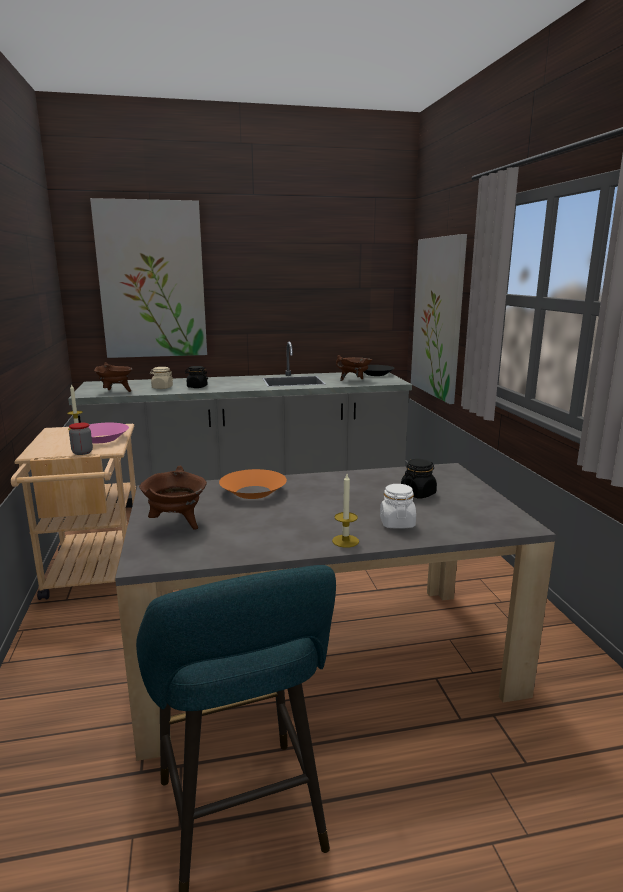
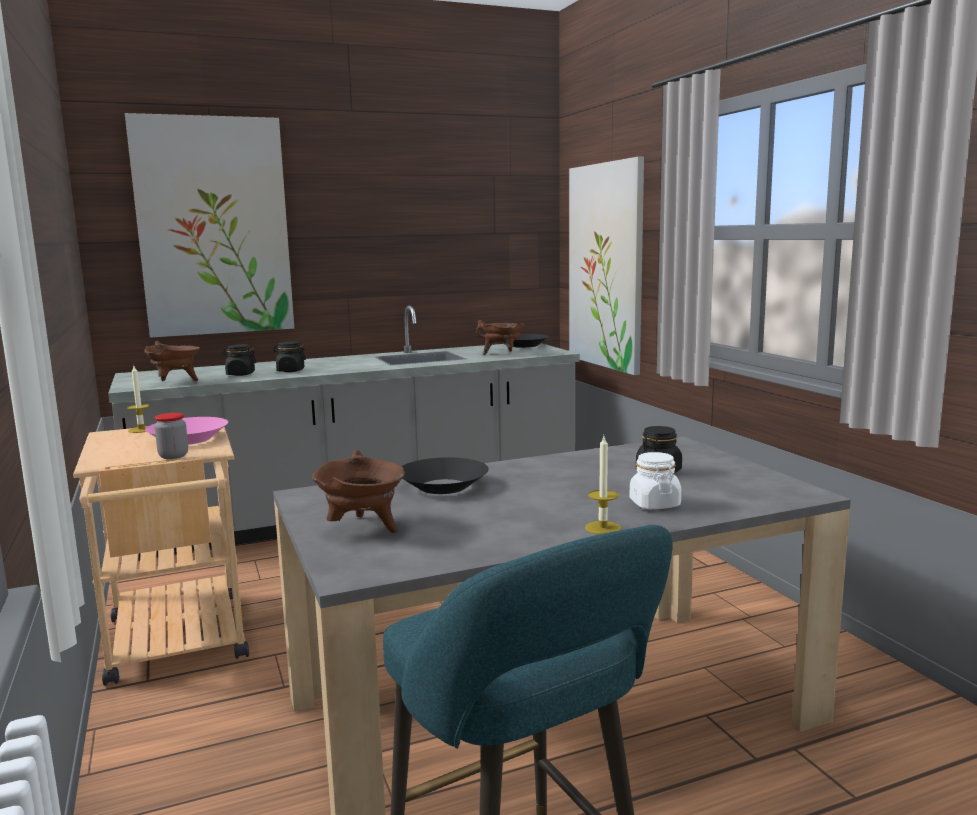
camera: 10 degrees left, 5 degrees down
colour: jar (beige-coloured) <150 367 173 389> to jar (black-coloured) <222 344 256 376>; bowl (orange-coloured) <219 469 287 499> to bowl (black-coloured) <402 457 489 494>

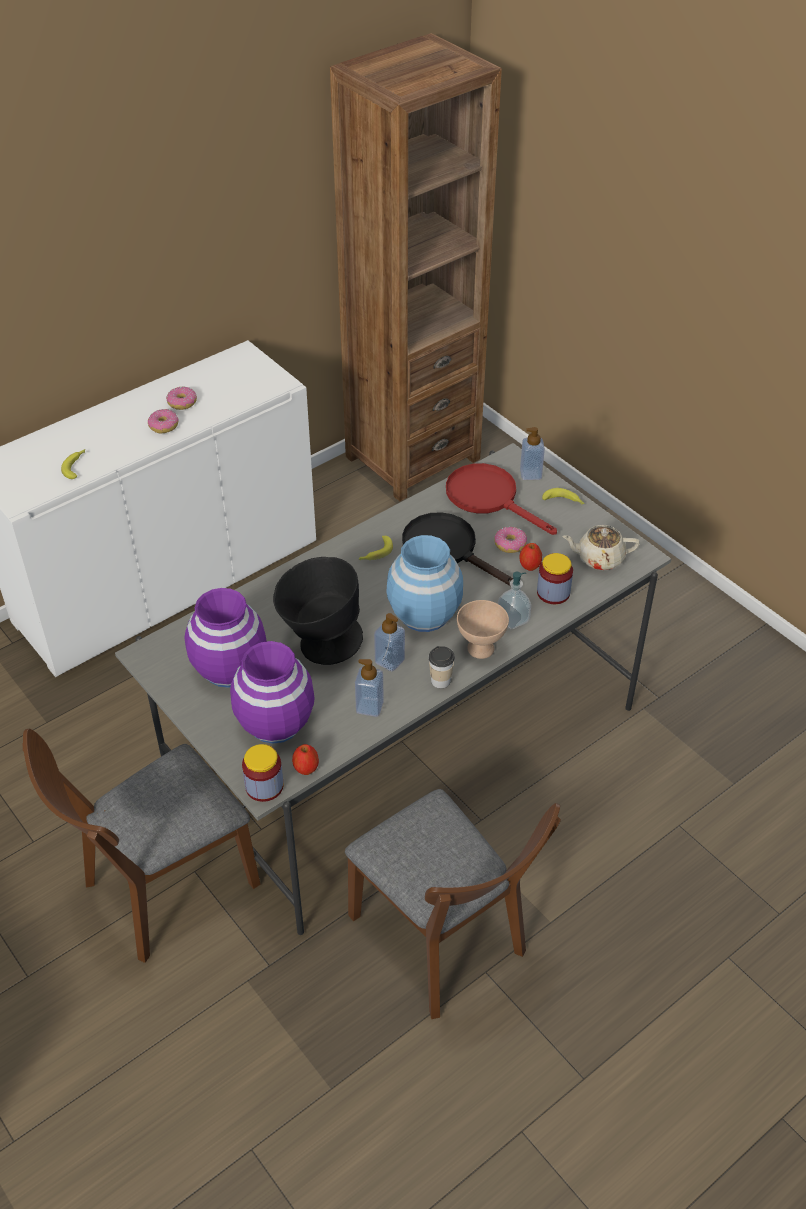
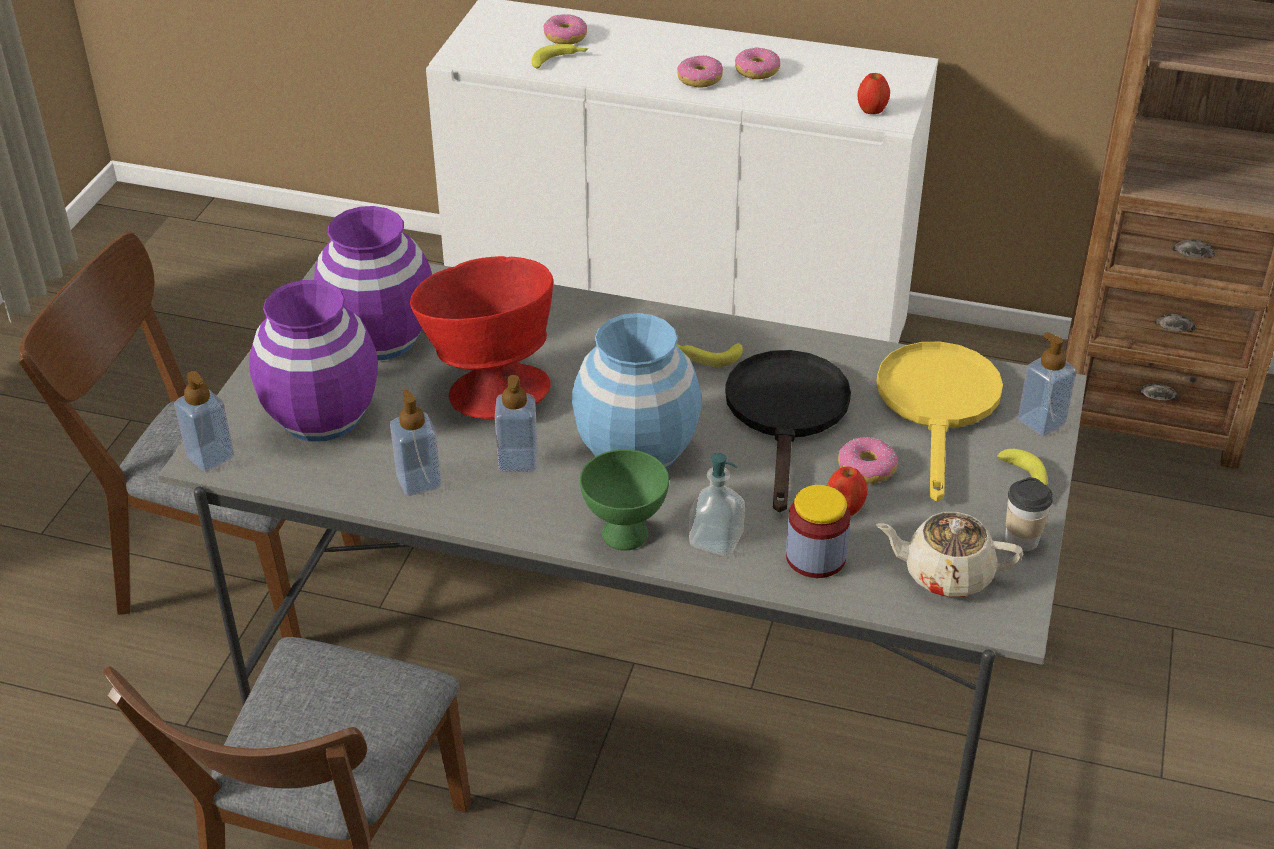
camera: 55 degrees right, 5 degrees down
appeared: ring doughnut <544 14 587 44>
relocated: apple fruit <292 744 319 775> to <857 73 890 114>; cup <429 646 455 688> to <1005 477 1053 552>
exchanged: jar <242 744 283 802> to soap dispenser <174 371 234 472>
colour: bowl (black-coloured) <273 557 363 665> to bowl (red-coloured) <410 256 553 419>; bowl (beige-coloured) <457 600 509 659> to bowl (green-coloured) <580 449 669 551>; frying pan (red-coloured) <446 463 557 535> to frying pan (yellow-coloured) <877 342 1003 501>
spun: tea pot (beige-coloured) <562 525 640 570> = <876 512 1023 597> 45 degrees counterclockwise

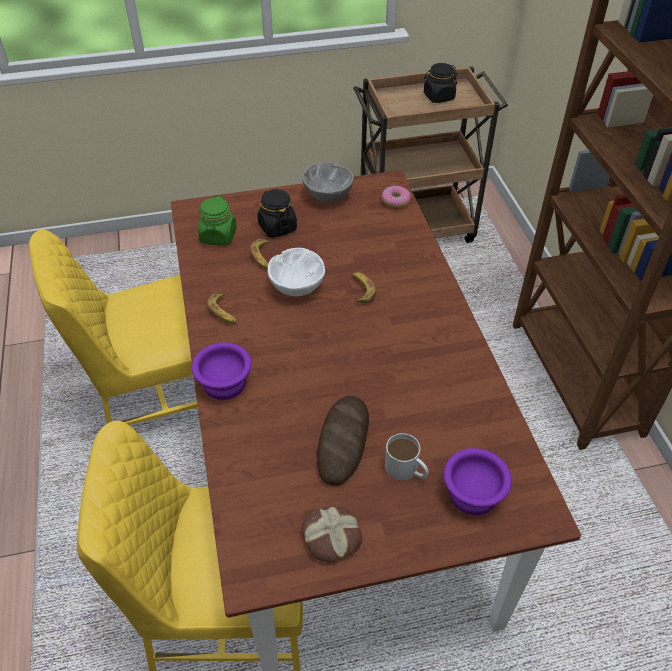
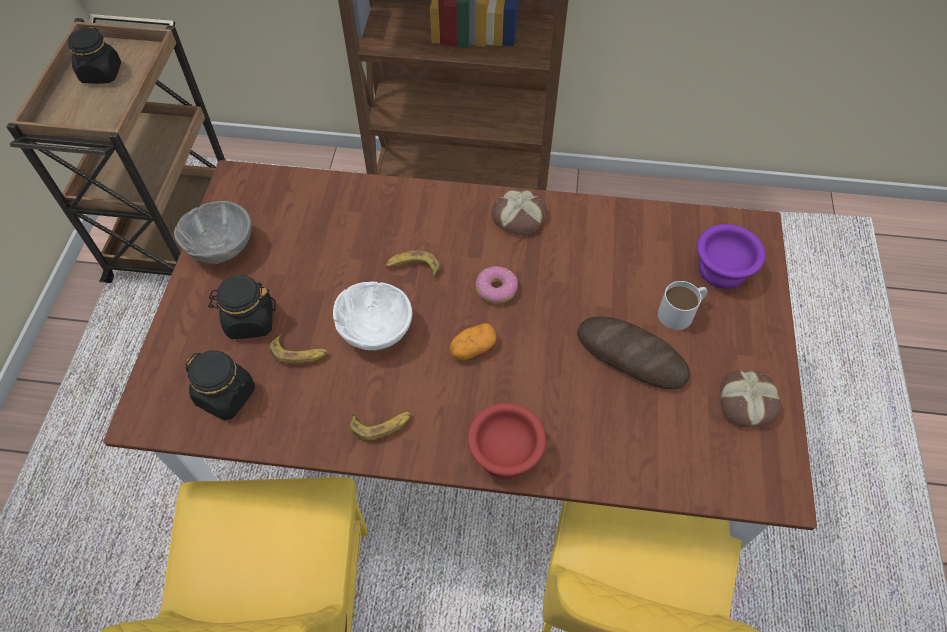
camera: 70 degrees left, 10 degrees up
appeared: spud <449 323 497 361>; bakery bread <491 189 547 235>
relocated: ring doughnut <382 186 411 208> to <476 266 518 304>
colour: jar (green-coloured) <198 196 236 245> to jar (black-coloured) <185 350 255 420>; bowl (purple-coloured) <191 342 252 400> to bowl (red-coloured) <468 403 546 479>

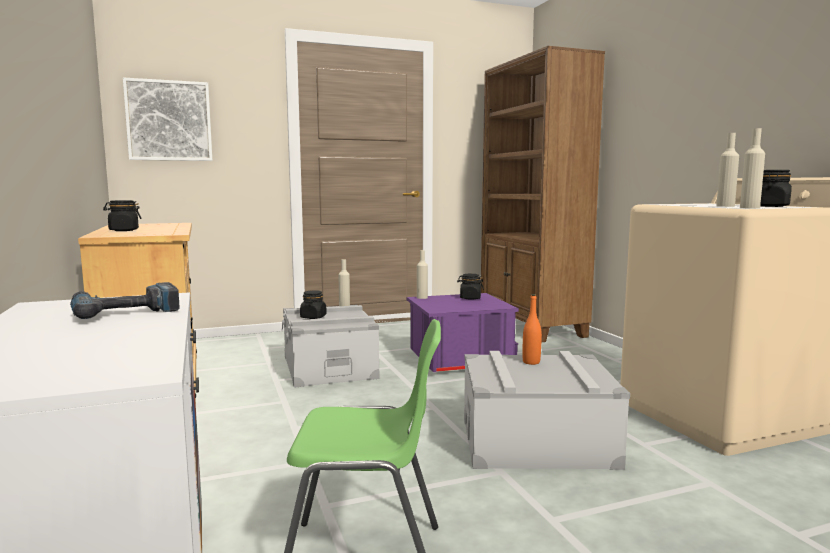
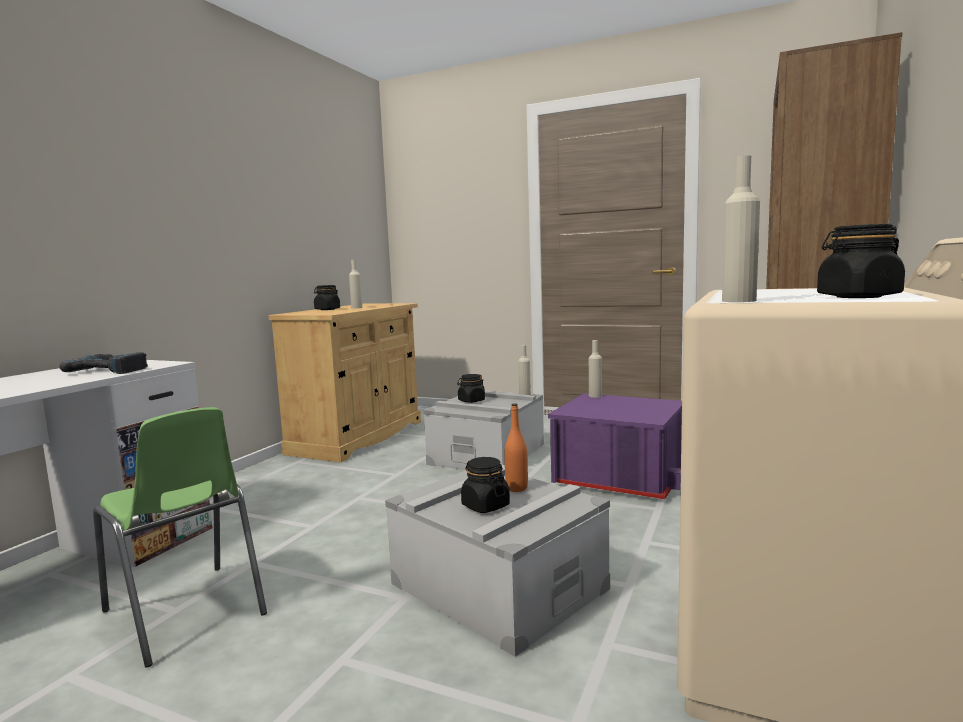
camera: 45 degrees right, 0 degrees up
missing: wall art <123 78 213 161>
relocated: bottle (beige-coloured) <716 133 739 207> to <349 260 362 309>; jar (black-coloured) <457 274 484 300> to <461 457 510 513>

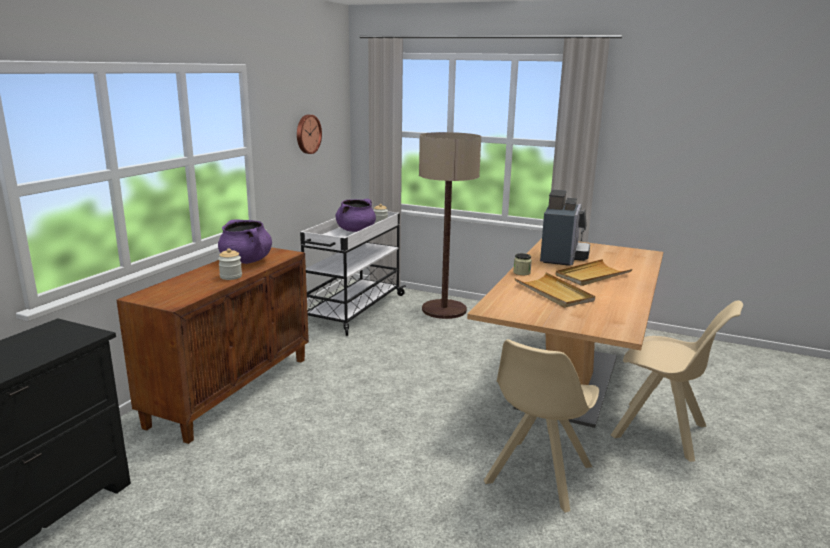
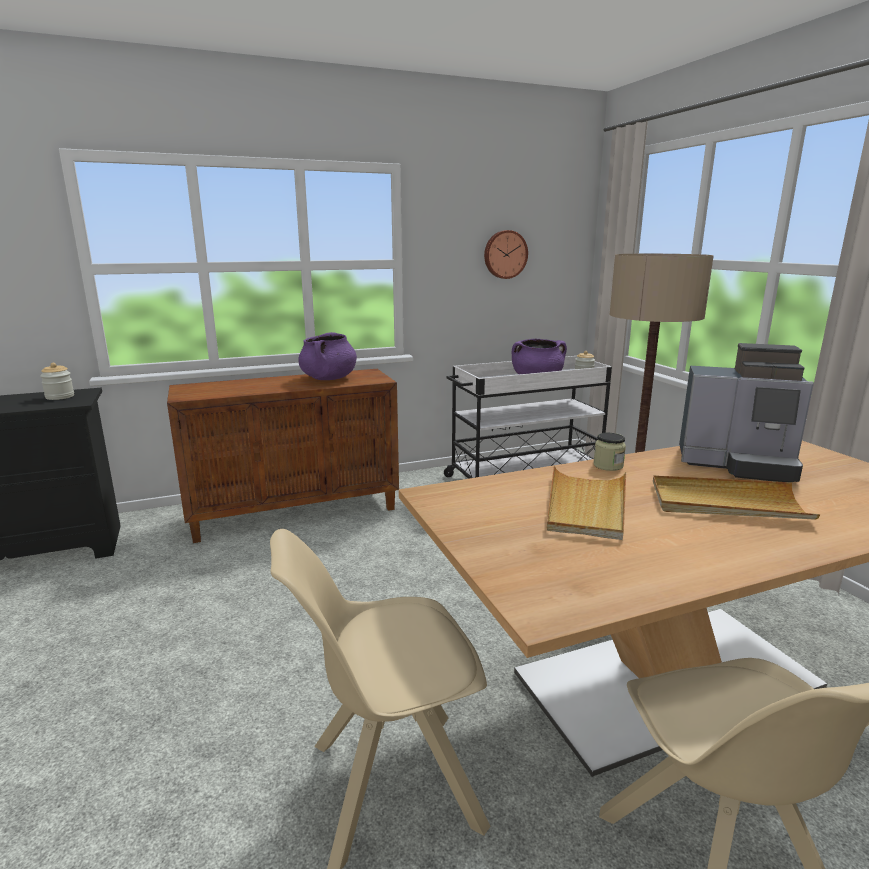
camera: 45 degrees right, 0 degrees up
relocated: jar <218 248 242 280> to <40 363 74 400>
spun: coffee brewer <540 190 590 266> = <679 343 814 482> 45 degrees clockwise

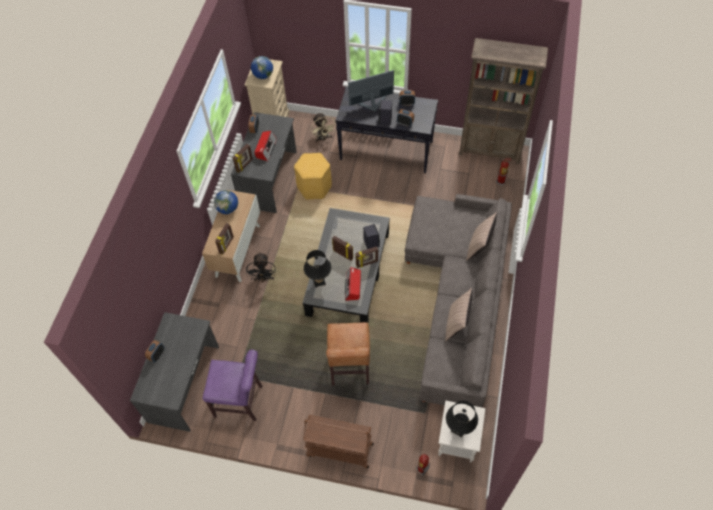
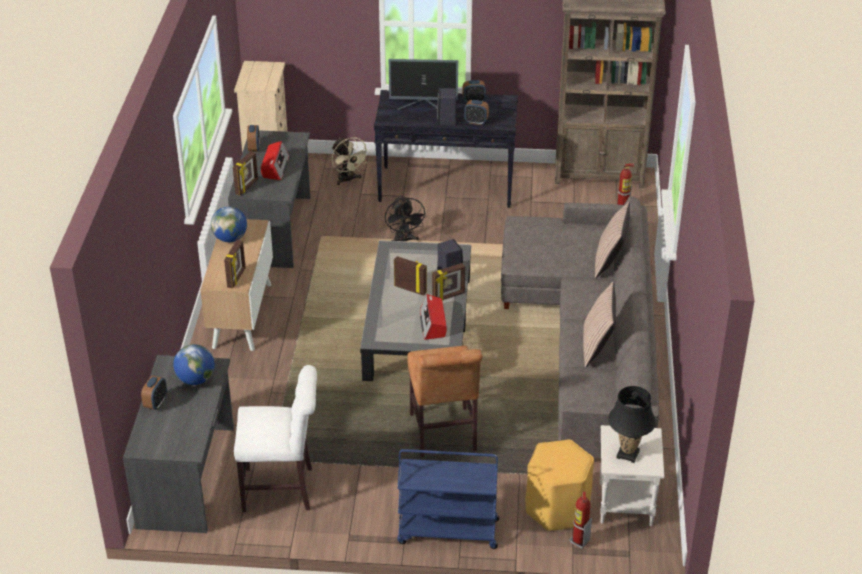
camera: 10 degrees left, 20 degrees down
missing: table lamp (black-coloured) <304 250 331 287>
relocated: world globe <251 56 273 79> to <173 344 215 385>; cooling fan (black-coloured) <246 252 276 282> to <385 195 427 241>; sitting stool (yellow-coloured) <294 153 332 199> to <525 439 594 531>
colour: plain chair (purple-coloured) <203 350 262 421> to plain chair (white) <234 365 317 512>; cart (brownish) <303 415 374 468> to cart (bluish) <397 449 499 549>
spun: monitor <348 70 394 112> = <389 59 458 110> 150 degrees counterclockwise

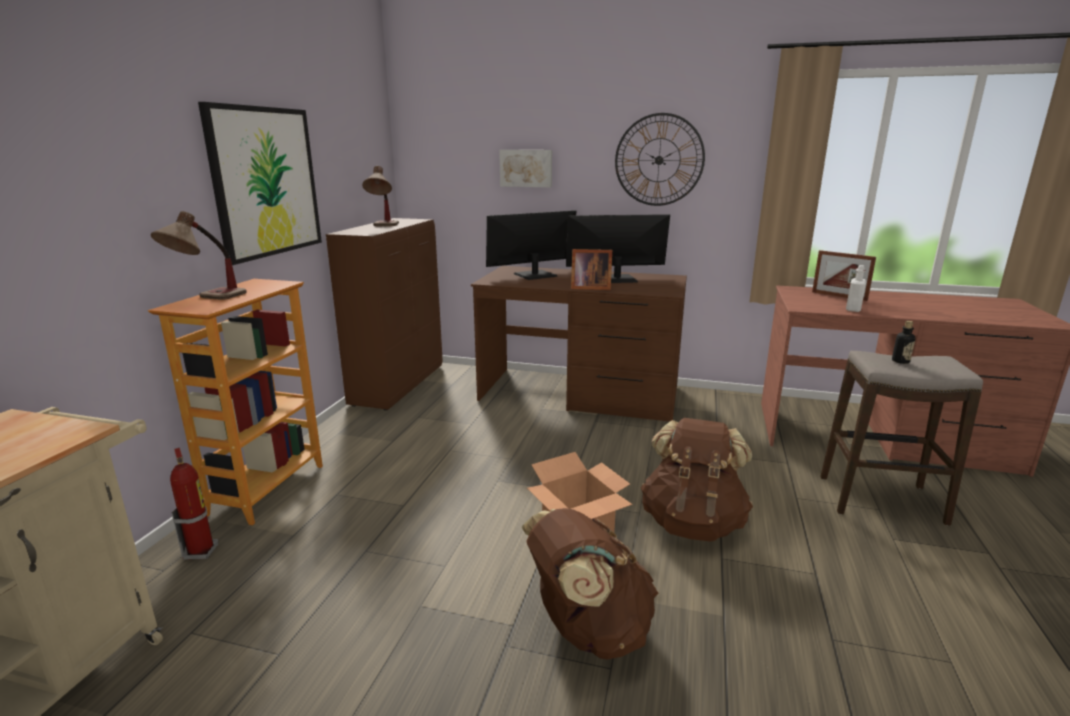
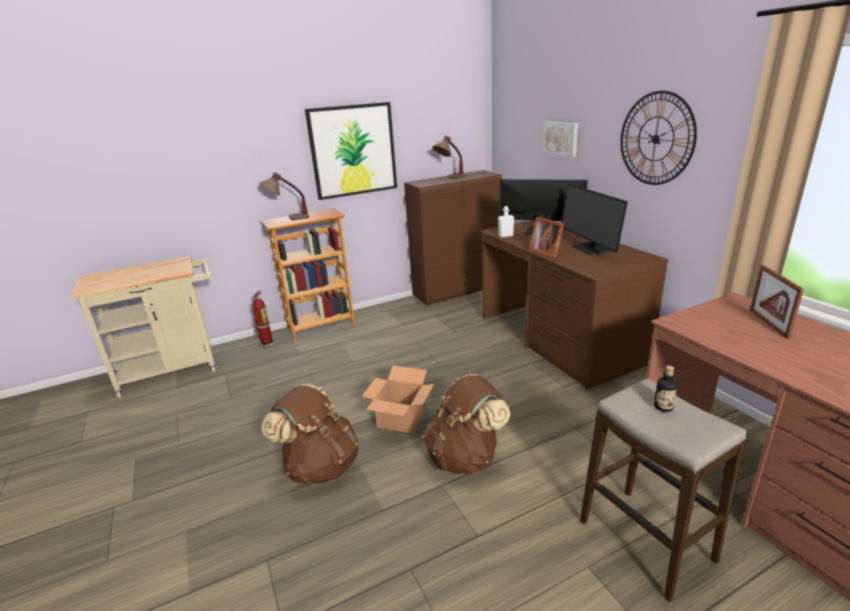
camera: 50 degrees right, 5 degrees up
relocated: bottle (white) <846 265 866 312> to <498 206 514 238>
spun: monitor <566 214 670 283> = <561 183 628 255> 150 degrees counterclockwise

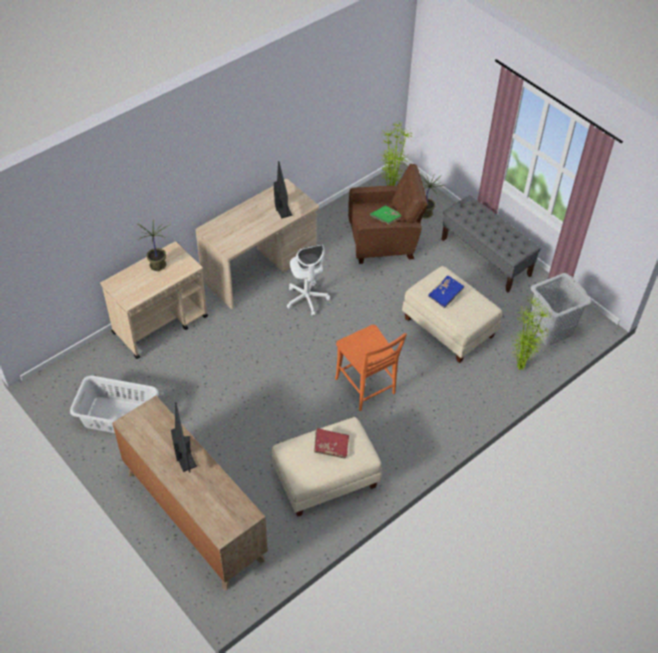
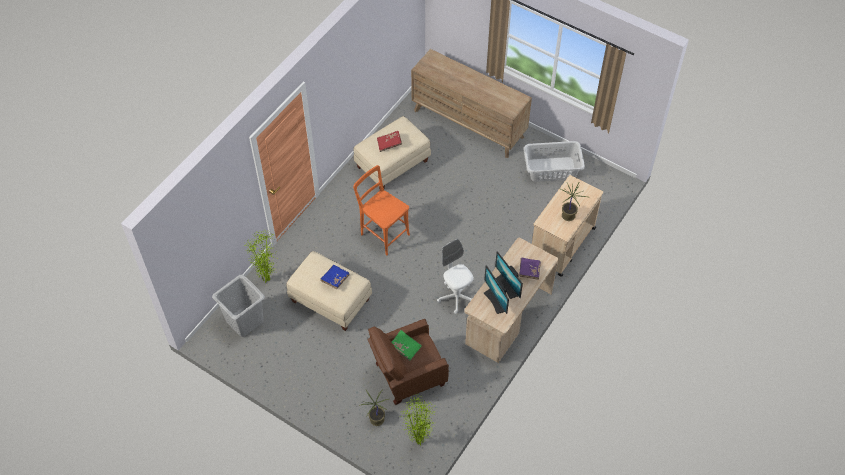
camera: 165 degrees right, 5 degrees up
missing: long seat (greyish) <441 195 541 292>
appeared: bound book (purple-coloured) <519 258 541 280>
relocated: monitor <171 402 197 472> to <495 252 523 299>

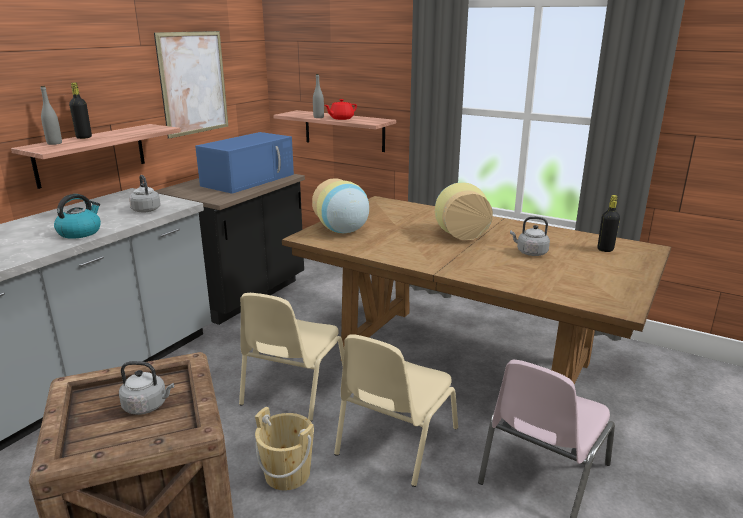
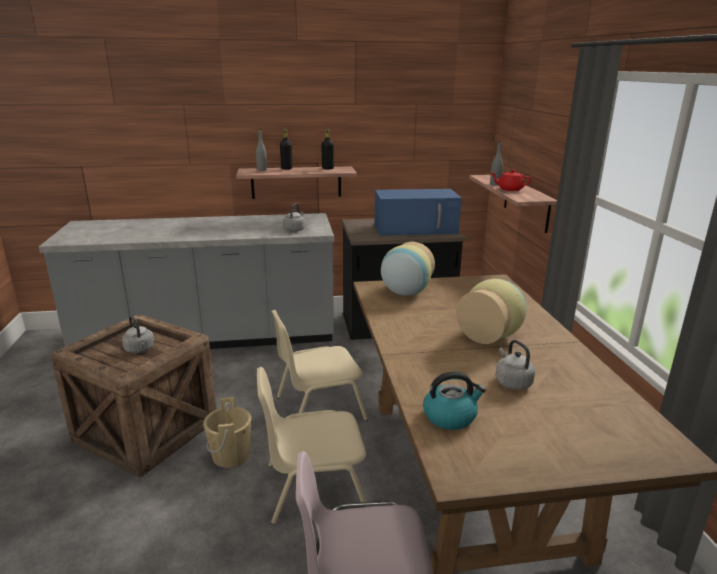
camera: 50 degrees right, 0 degrees up
missing: wall art <154 31 228 139>
relocated: bottle (black-coloured) <597 195 620 252> to <321 129 334 170>; kettle <54 194 101 239> to <423 371 486 430>

